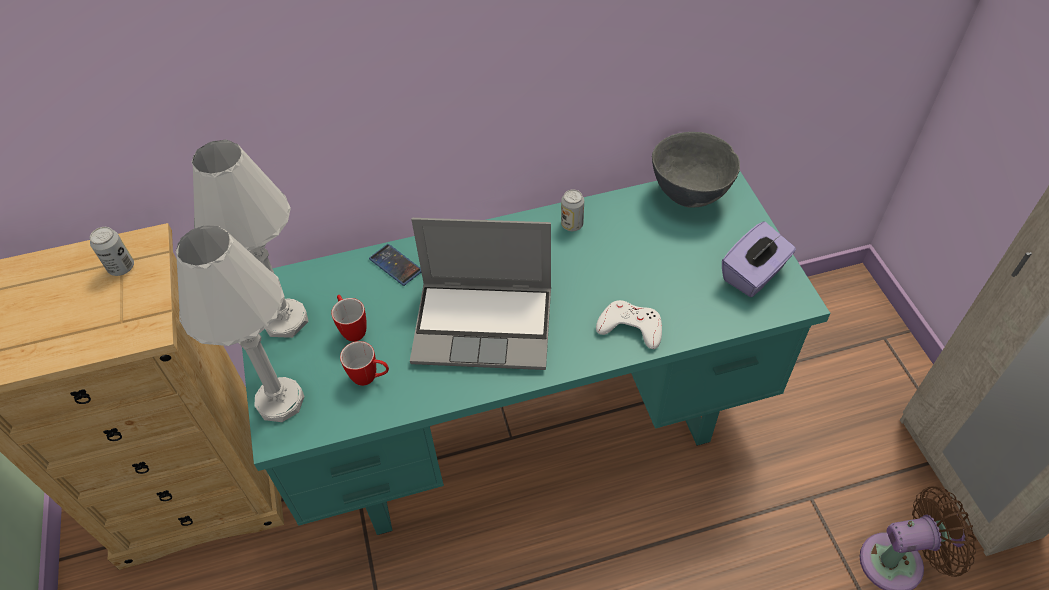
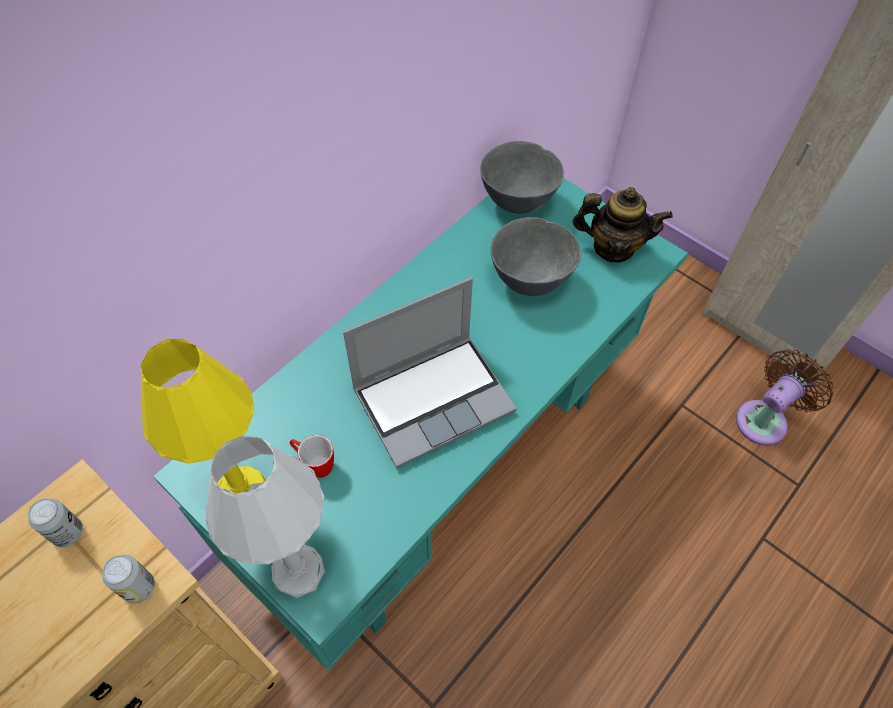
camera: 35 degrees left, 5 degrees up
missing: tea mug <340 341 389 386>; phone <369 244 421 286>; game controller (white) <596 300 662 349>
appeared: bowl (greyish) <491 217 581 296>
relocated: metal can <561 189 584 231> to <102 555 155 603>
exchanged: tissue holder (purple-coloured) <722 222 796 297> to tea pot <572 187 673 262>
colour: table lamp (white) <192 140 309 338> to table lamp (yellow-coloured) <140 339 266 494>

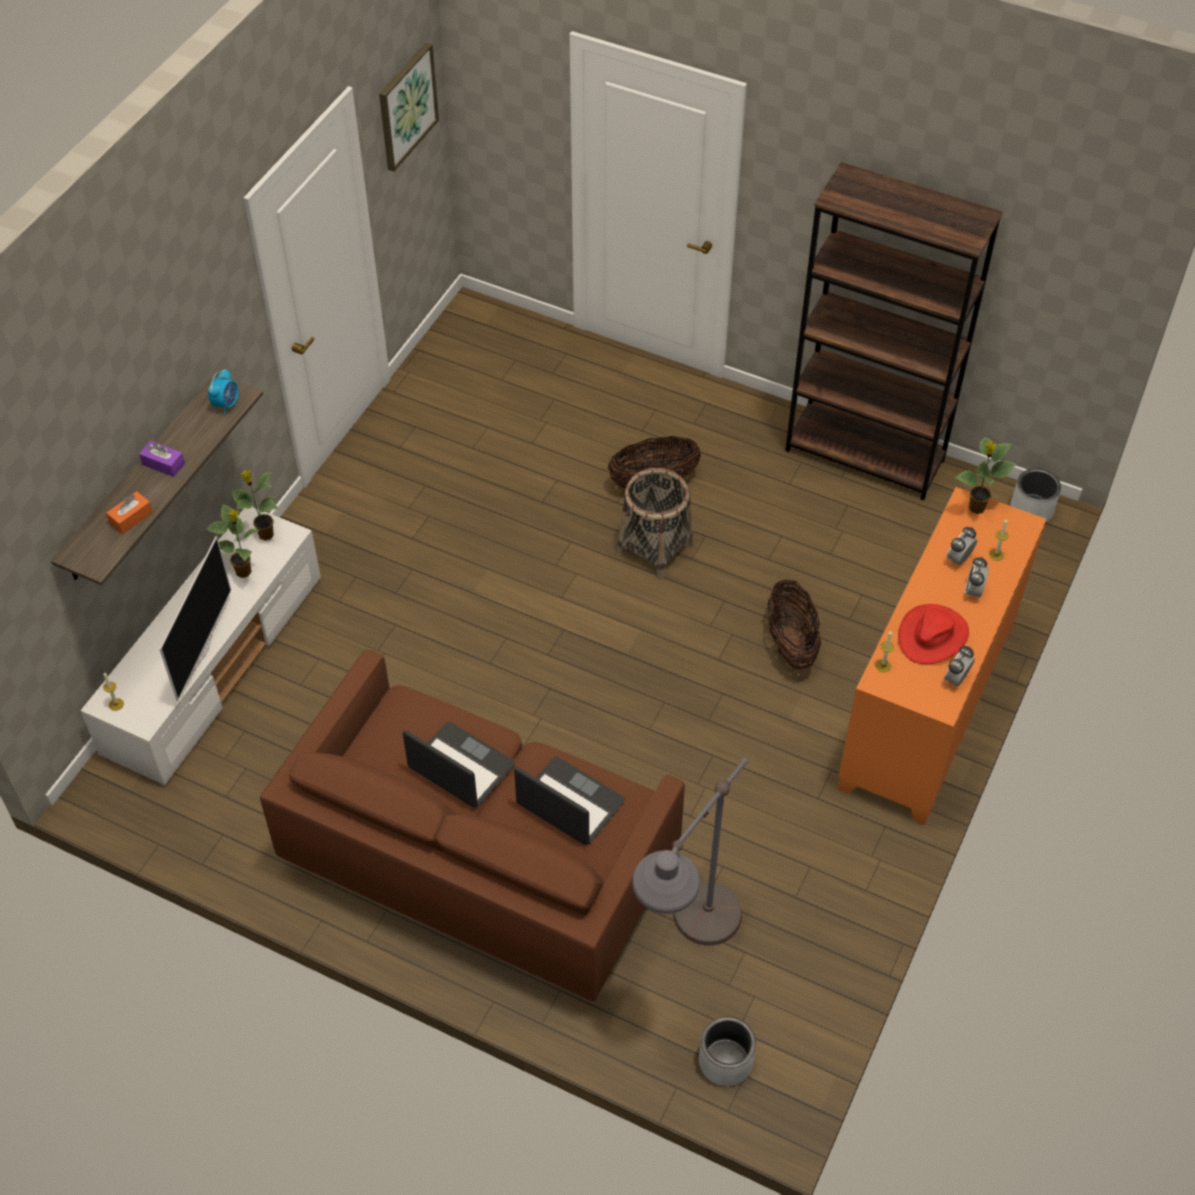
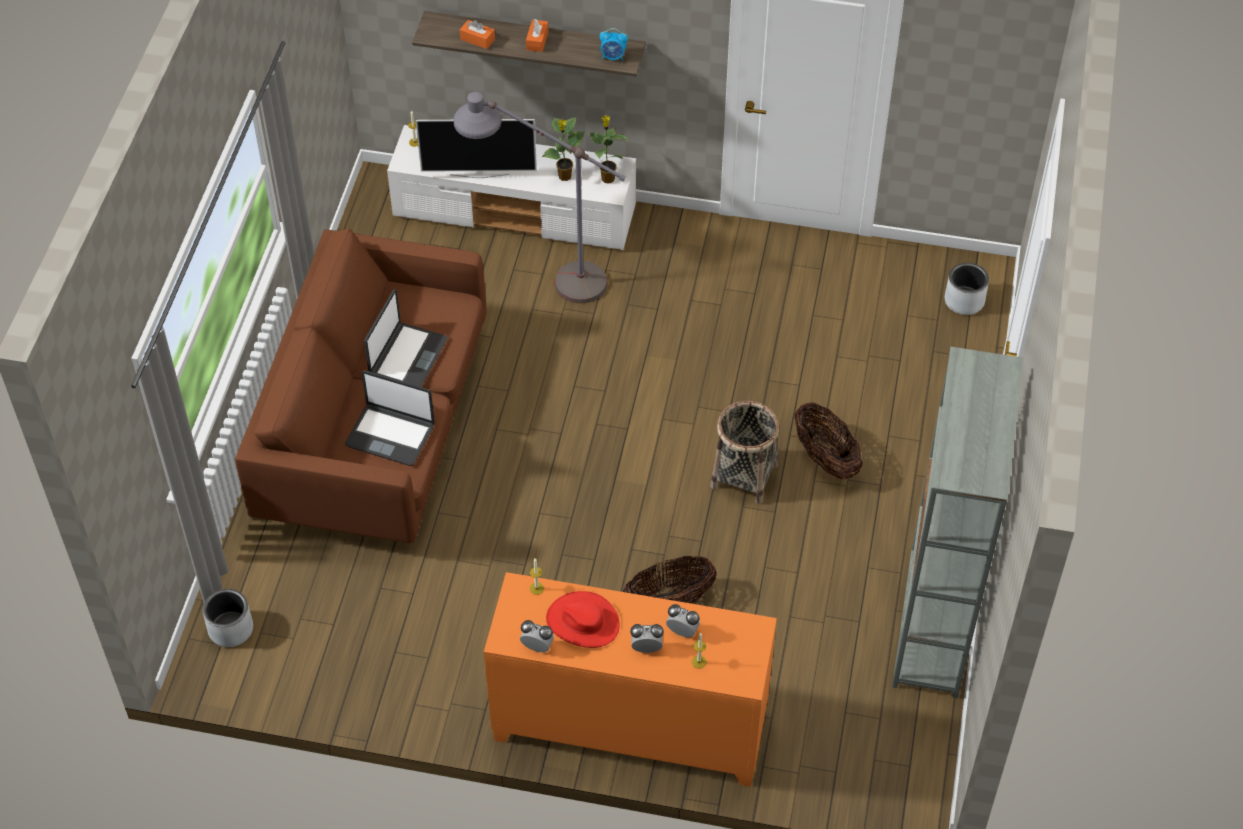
camera: 75 degrees right, 0 degrees up
missing: wall art <379 42 439 172>; plant in a pot <954 437 1017 514>
relocated: standard lamp (greyish) <632 758 748 946> to <454 92 626 303>; planter (greyish) <1010 468 1061 522> to <945 263 989 315>
colour: tissue holder (purple-coloured) <139 441 185 477> to tissue holder (orange-coloured) <526 19 549 52>; bookshelf (brownish) <785 162 1003 501> to bookshelf (greyish) <892 347 1023 698>
spun: notebook computer <514 757 625 845> = <345 370 435 466> 90 degrees clockwise

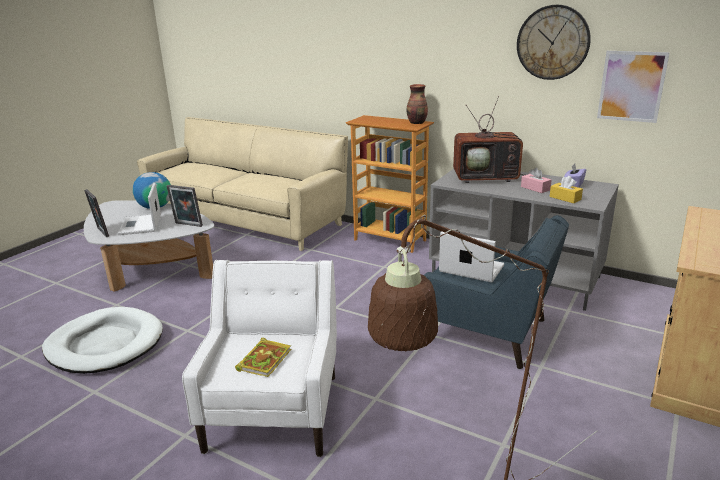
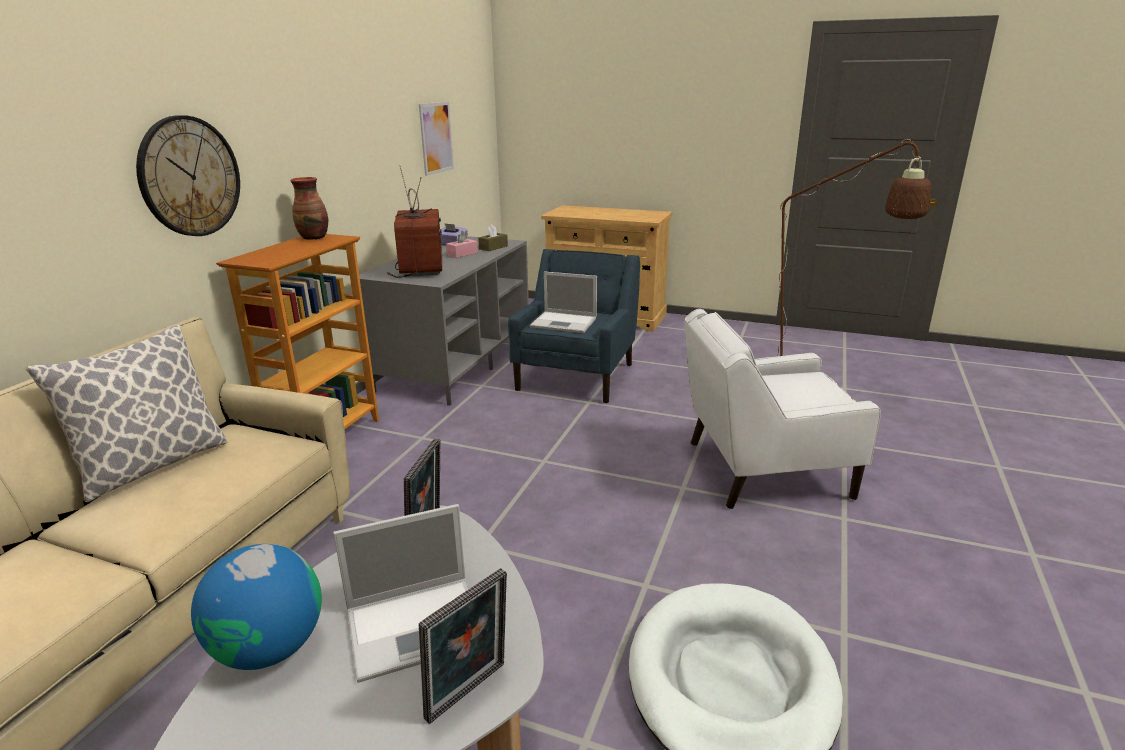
camera: 100 degrees left, 0 degrees up
missing: bound book <235 337 291 377>
appeared: cushion <26 325 227 503>
relocated: wall clock <517 5 591 80> to <136 115 240 236>
colour: tissue holder (yellow-coloured) <550 176 583 203> to tissue holder (brownish) <478 224 508 251>
spun: notebook computer <439 231 504 282> = <530 271 597 333> 90 degrees counterclockwise

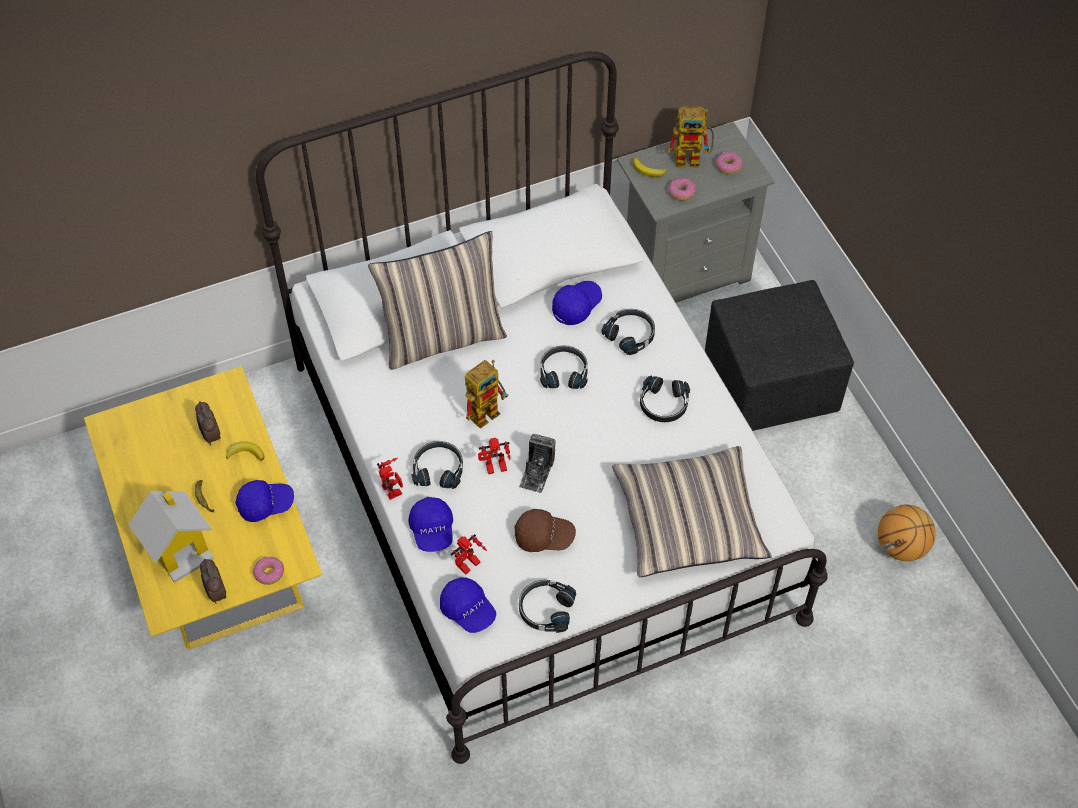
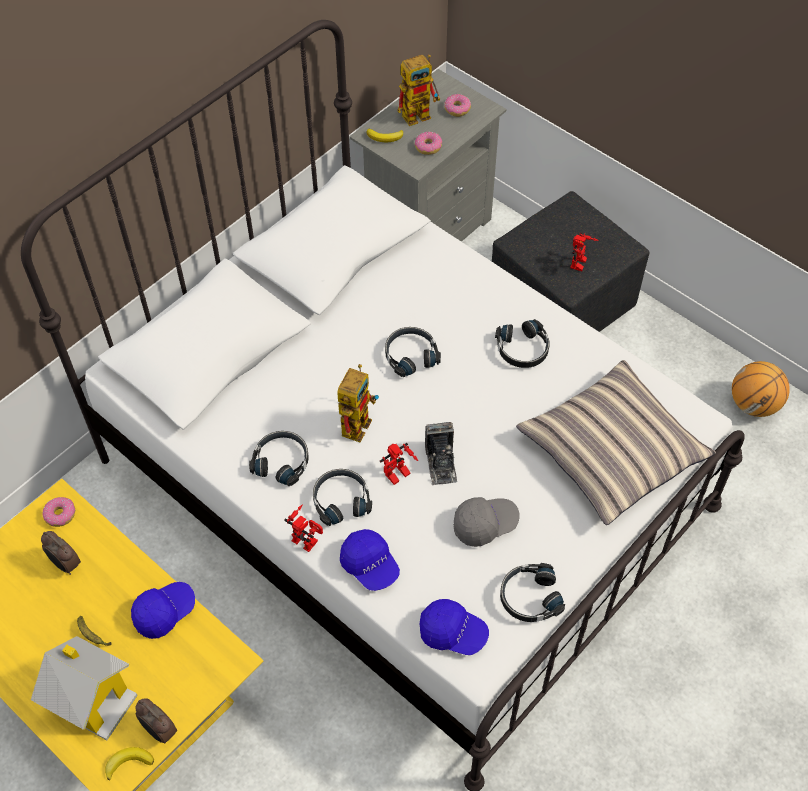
camera: 25 degrees left, 0 degrees up
missing: cushion <368 231 507 370>; peaked cap (bluish) <552 281 602 325>
relocated: ring doughnut <253 557 284 585> to <42 497 75 527>; whole banana <226 441 264 461> to <105 747 154 780>; pair of headphones (black-coloured) <601 309 655 355> to <249 431 309 486>; model robot <451 534 487 574> to <570 233 599 271>
colour: peaked cap (brownish) <514 509 576 552> to peaked cap (greyish) <453 497 519 547>

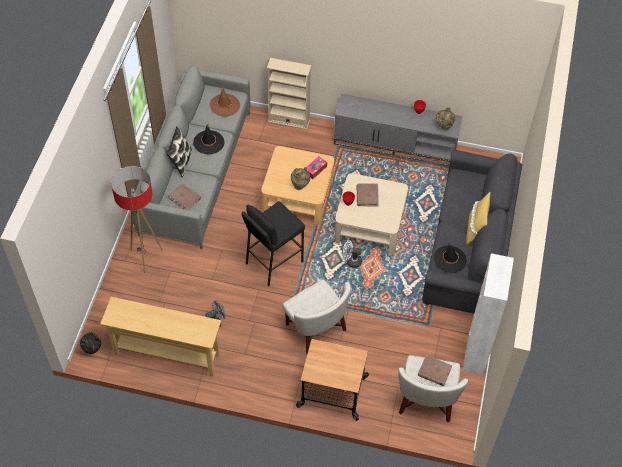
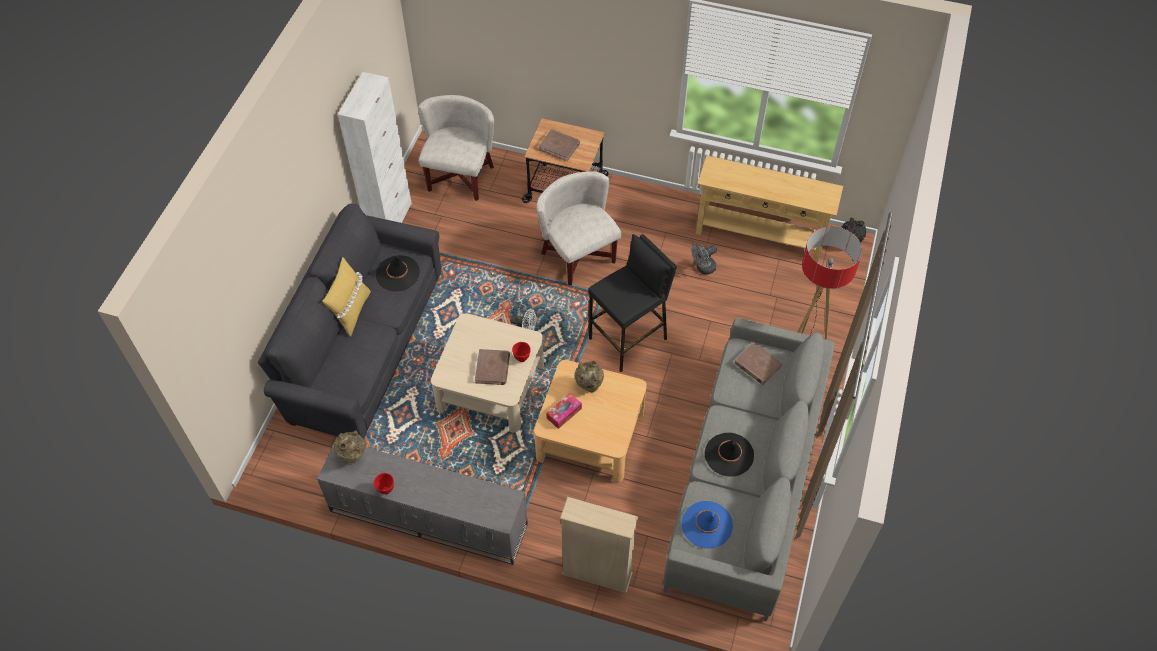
camera: 175 degrees left, 0 degrees up
missing: cushion <167 126 192 177>
relocated: bound book (brownish) <418 355 452 386> to <539 129 580 161>
colour: hat (brownish) <210 87 240 116> to hat (bluish) <682 501 733 549>

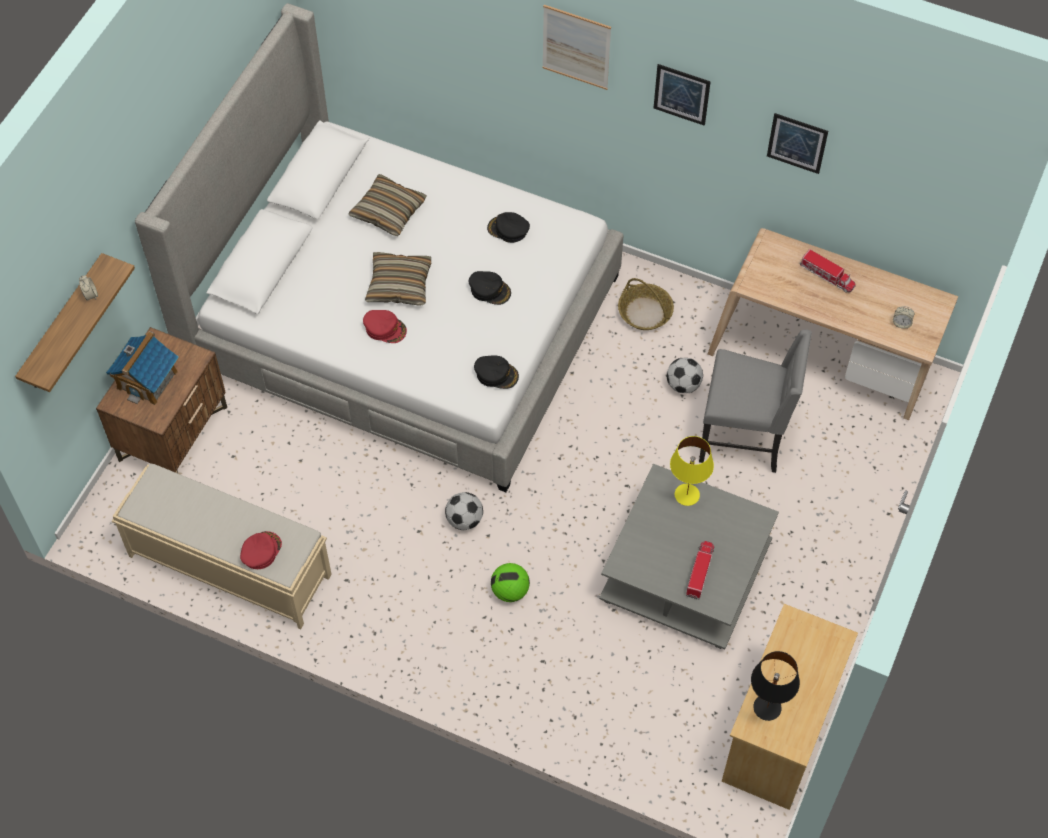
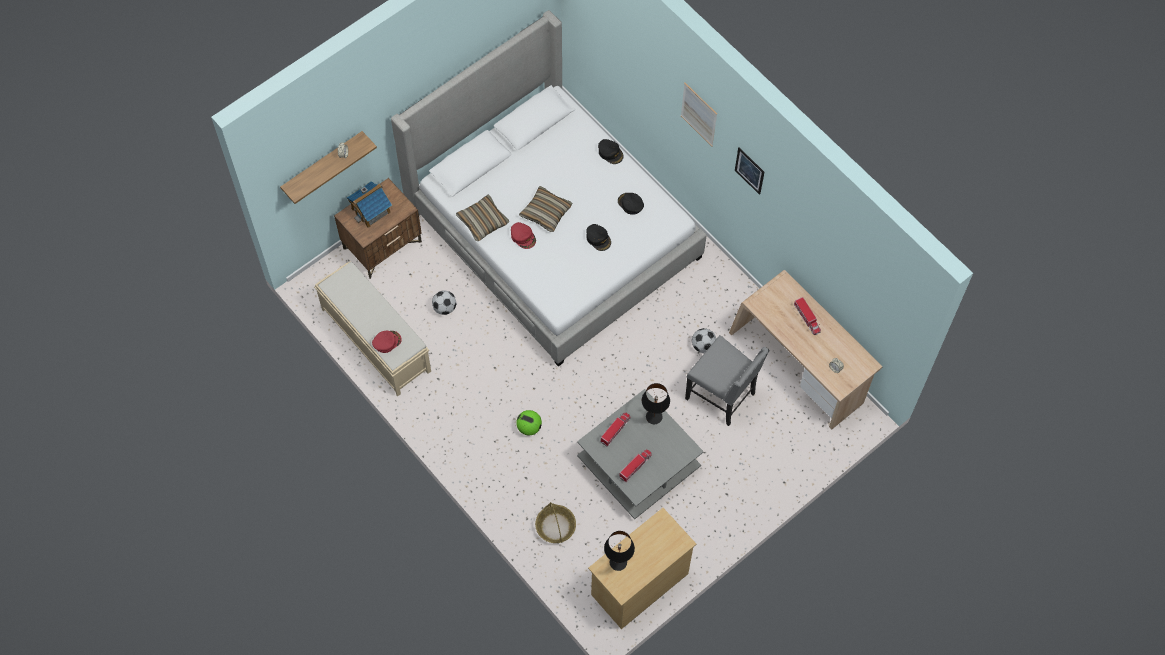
camera: 25 degrees right, 5 degrees up
missing: wall art <767 113 828 174>
appeared: toy lorry <600 413 631 447>
relocated: football ball <445 492 483 530> to <432 291 456 315>; cushion <348 174 427 236> to <456 194 509 241>; basket <618 278 674 330> to <535 502 576 543>; peaked cap (black-coloured) <474 355 519 389> to <598 139 624 164>
colour: table lamp (yellow-coloured) <670 436 714 506> to table lamp (black-coloured) <642 383 670 424>

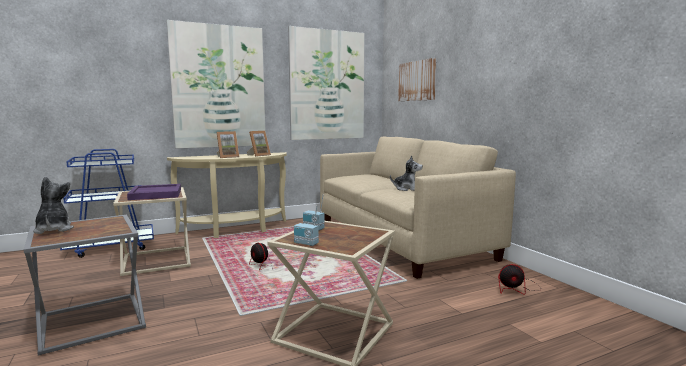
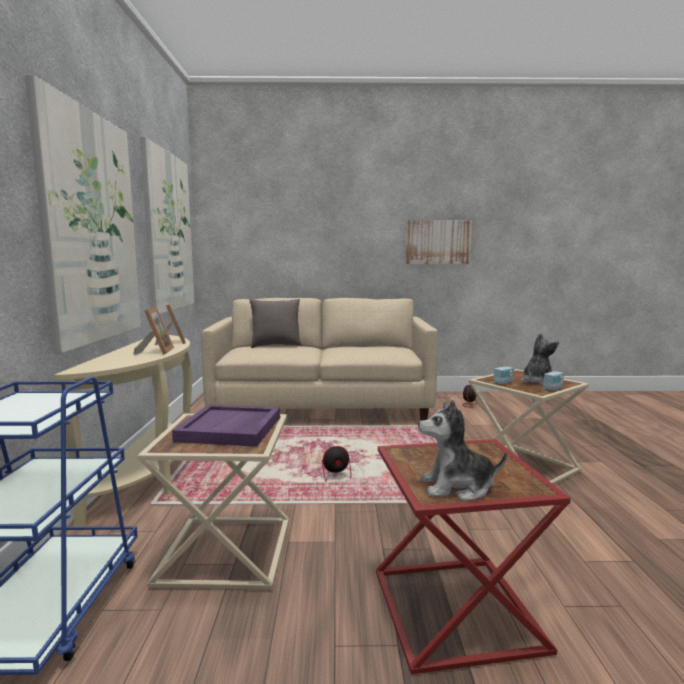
camera: 65 degrees left, 0 degrees up
appeared: cushion (greyish) <249 299 302 348>
relocated: wall art <398 58 436 101> to <406 220 472 264>; plush toy <390 155 423 191> to <521 333 559 386>
colour: side table (greyish) <24 215 146 356> to side table (red-coloured) <376 439 571 674>

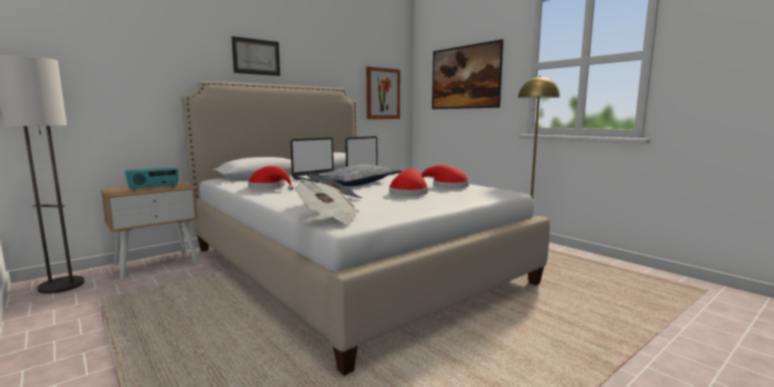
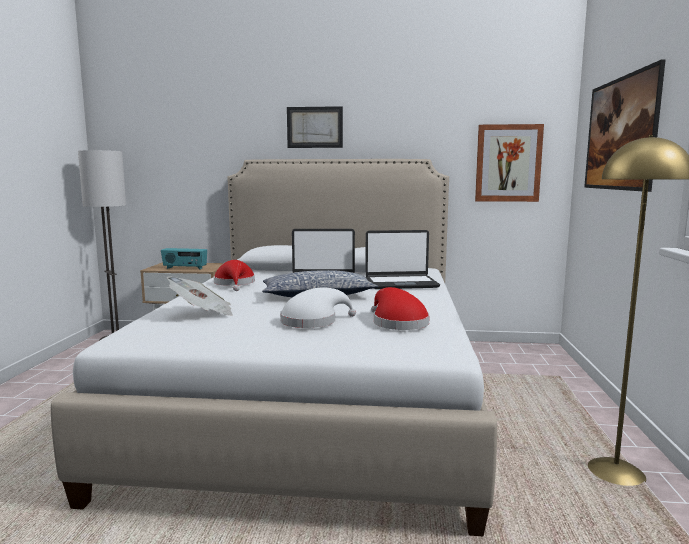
camera: 45 degrees right, 0 degrees up
missing: newspaper <294 179 359 223>
colour: hat (red-coloured) <389 169 428 196> to hat (white) <280 287 356 328>

